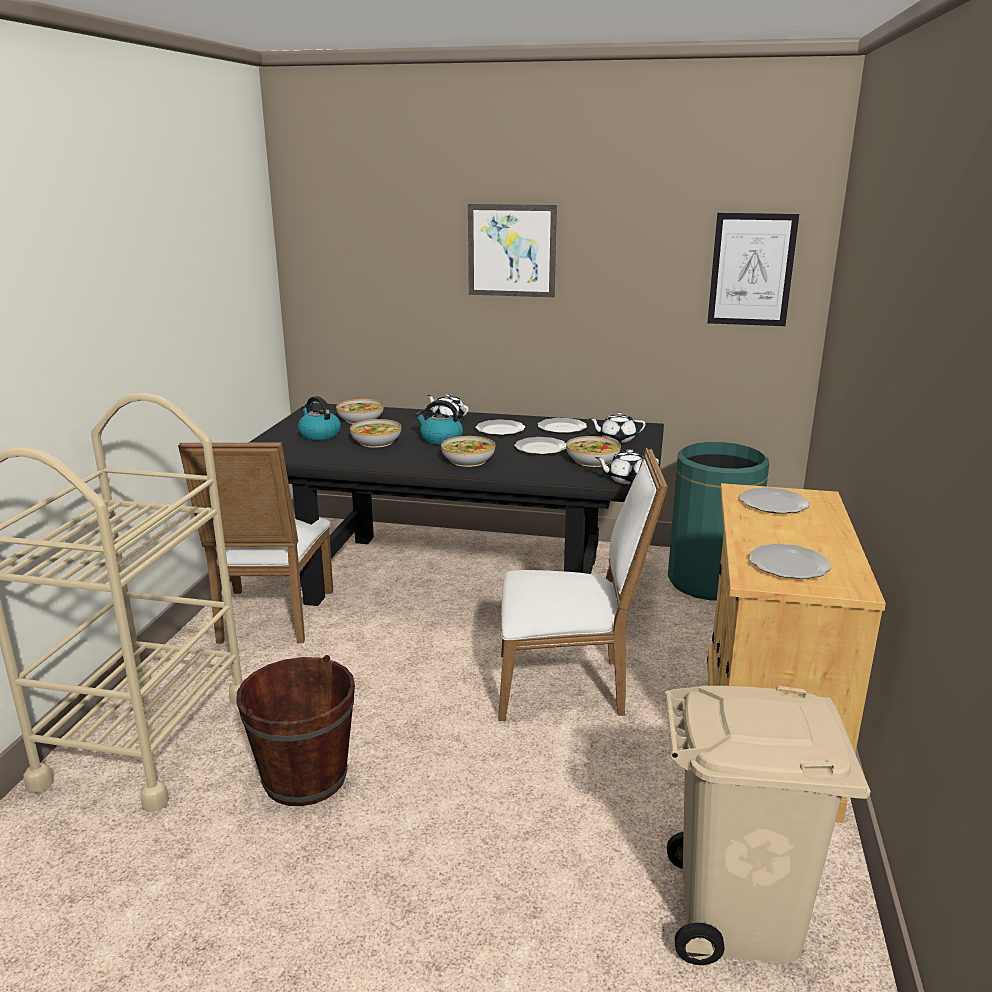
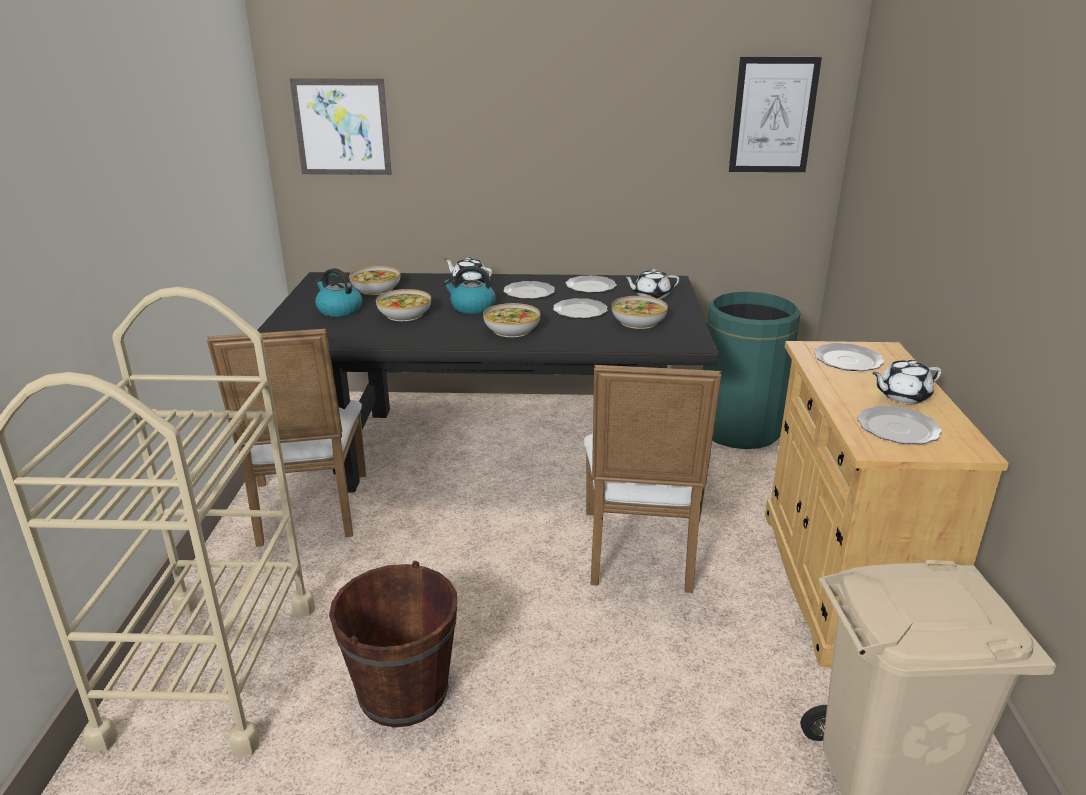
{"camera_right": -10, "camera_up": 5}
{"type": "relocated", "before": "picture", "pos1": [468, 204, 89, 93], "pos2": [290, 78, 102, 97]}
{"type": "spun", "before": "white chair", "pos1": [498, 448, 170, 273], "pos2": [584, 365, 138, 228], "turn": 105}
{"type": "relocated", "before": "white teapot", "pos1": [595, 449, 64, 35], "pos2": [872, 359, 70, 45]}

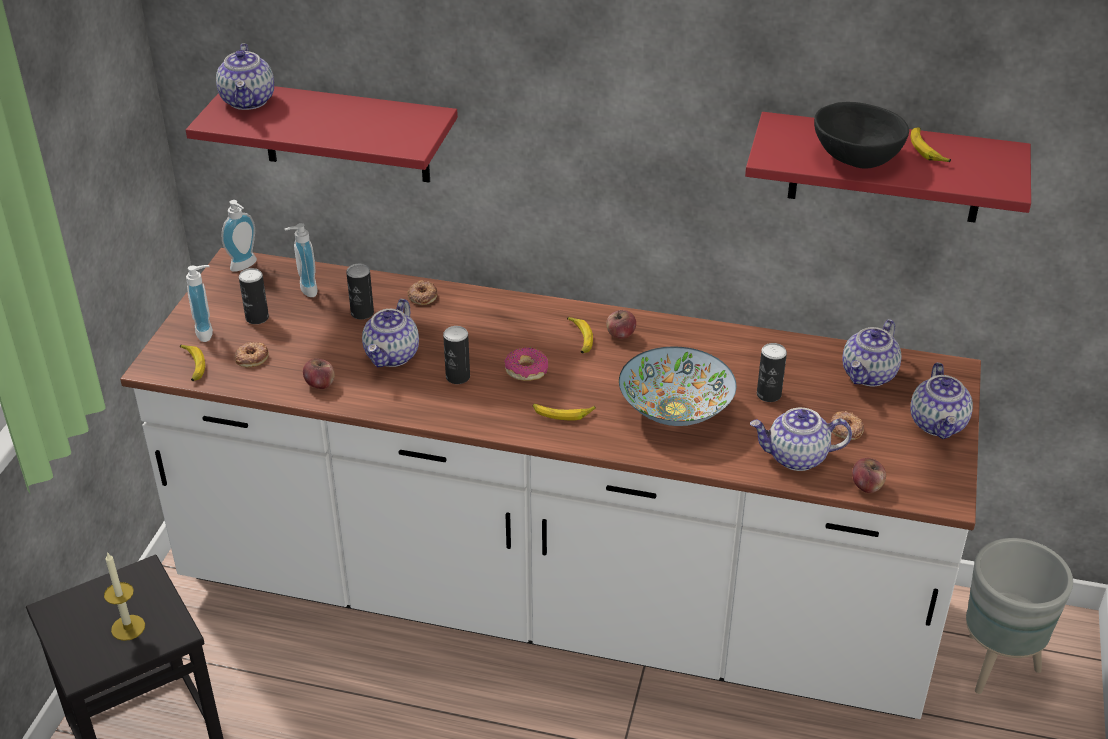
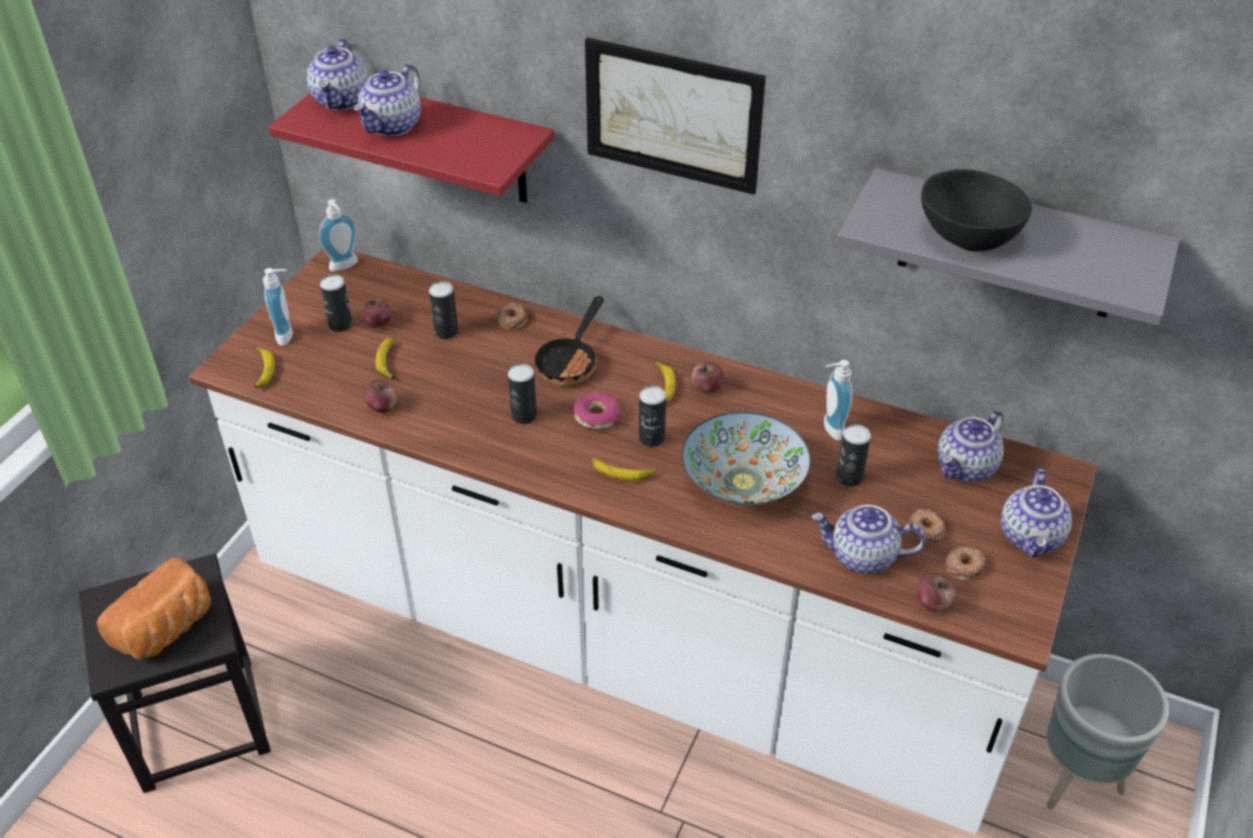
{"camera_right": 10, "camera_up": 5}
{"type": "colour", "before": "red shelf", "after": "grey shelf", "pos1": [745, 112, 286, 111], "pos2": [836, 168, 344, 158]}
{"type": "relocated", "before": "banana", "pos1": [910, 127, 41, 35], "pos2": [375, 337, 21, 42]}
{"type": "relocated", "before": "soap dispenser", "pos1": [285, 223, 33, 74], "pos2": [824, 360, 29, 81]}
{"type": "relocated", "before": "teapot", "pos1": [362, 299, 57, 68], "pos2": [354, 64, 67, 72]}
{"type": "relocated", "before": "donut", "pos1": [234, 342, 35, 26], "pos2": [946, 546, 40, 35]}
{"type": "exchanged", "before": "candle", "after": "bread", "pos1": [104, 552, 41, 89], "pos2": [96, 557, 115, 103]}
{"type": "appeared", "after": "picture", "pos2": [585, 38, 181, 157]}
{"type": "appeared", "after": "frying pan", "pos2": [533, 296, 70, 91]}
{"type": "appeared", "after": "apple", "pos2": [361, 298, 31, 30]}
{"type": "appeared", "after": "can", "pos2": [639, 386, 27, 61]}

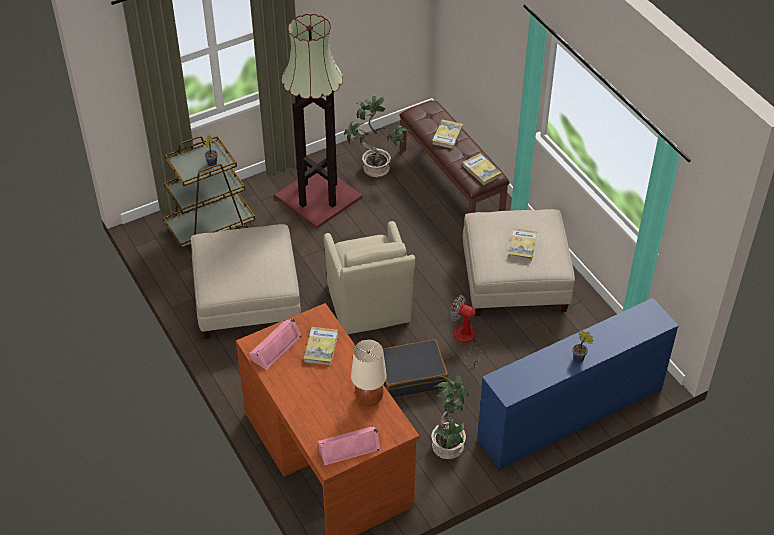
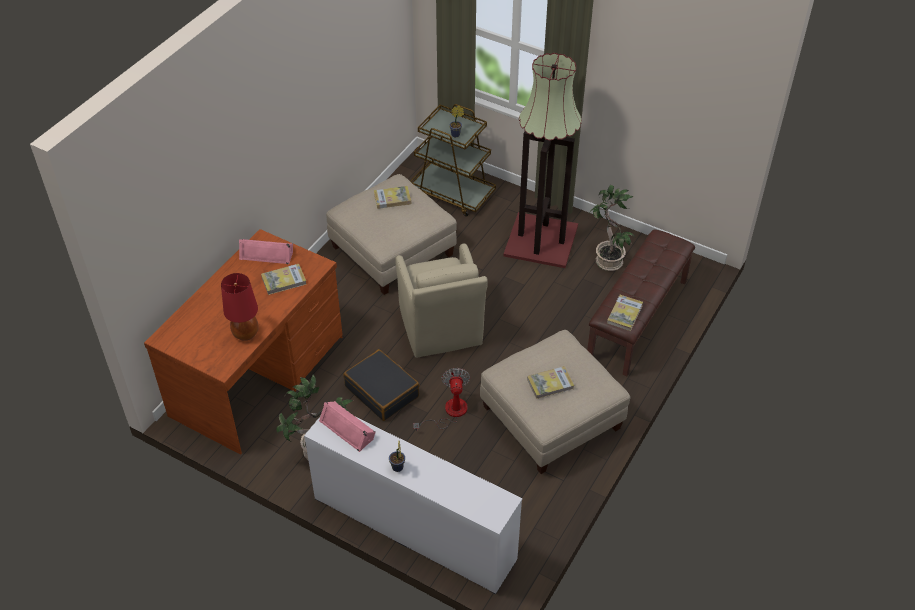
{"camera_right": 60, "camera_up": 0}
{"type": "relocated", "before": "book", "pos1": [432, 120, 31, 29], "pos2": [374, 186, 37, 23]}
{"type": "spun", "before": "beige armchair", "pos1": [324, 221, 91, 113], "pos2": [395, 244, 93, 114], "turn": -60}
{"type": "colour", "before": "blue dresser", "after": "white dresser", "pos1": [477, 298, 202, 172], "pos2": [304, 417, 219, 177]}
{"type": "colour", "before": "beige table lamp", "after": "red table lamp", "pos1": [351, 339, 36, 68], "pos2": [221, 273, 38, 68]}
{"type": "relocated", "before": "pink speaker", "pos1": [317, 426, 64, 39], "pos2": [319, 401, 57, 51]}

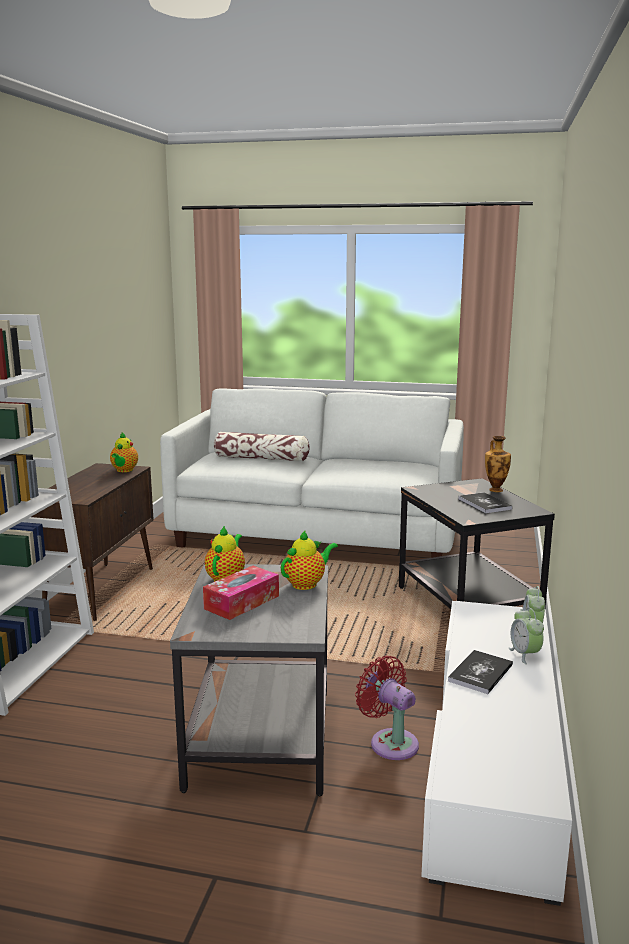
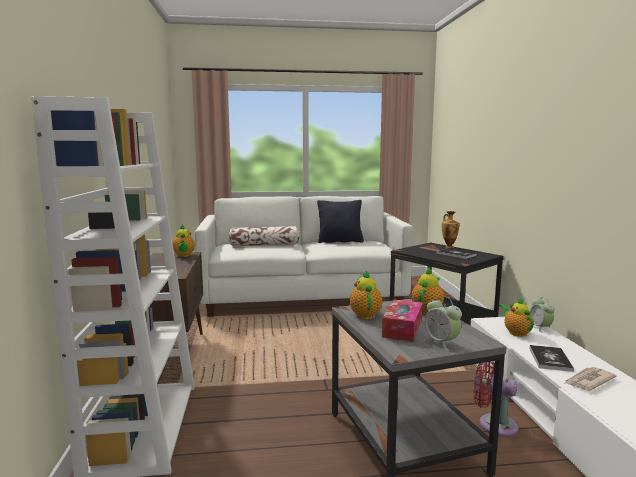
{"camera_right": -20, "camera_up": -5}
{"type": "relocated", "before": "alarm clock", "pos1": [509, 608, 35, 56], "pos2": [424, 296, 38, 55]}
{"type": "appeared", "after": "black pillow", "pos2": [317, 200, 47, 43]}
{"type": "appeared", "after": "teapot", "pos2": [499, 297, 35, 40]}
{"type": "appeared", "after": "newspaper", "pos2": [564, 367, 53, 24]}

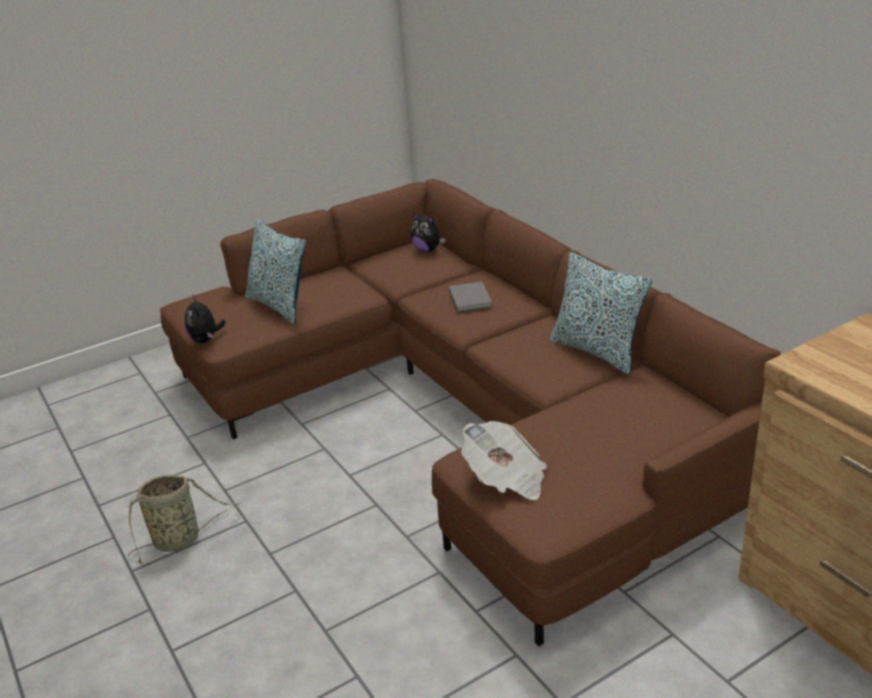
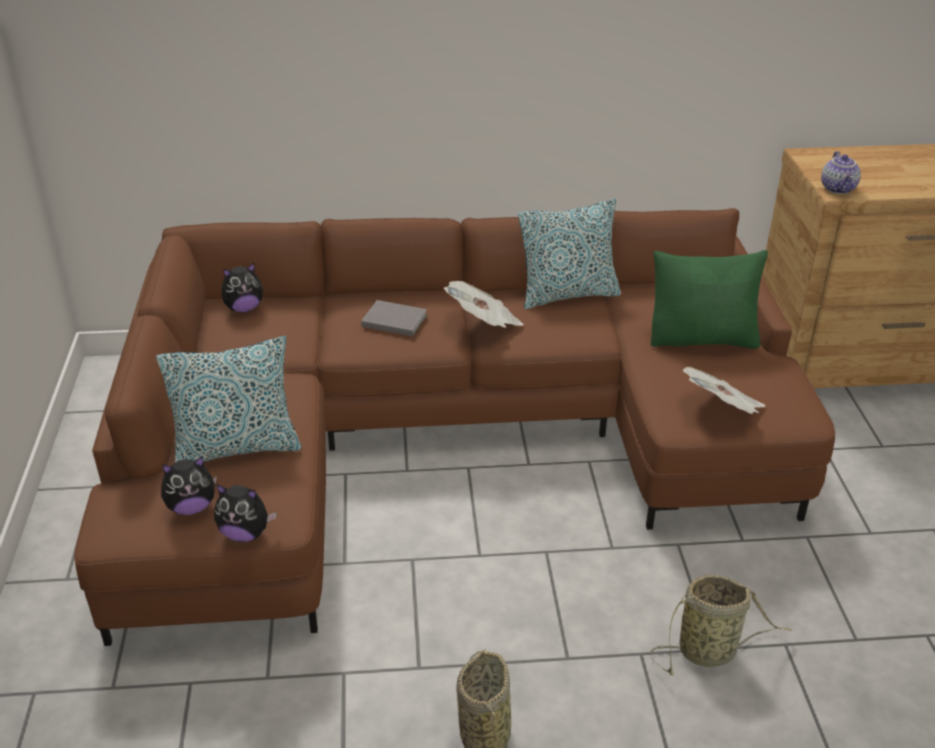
{"camera_right": -65, "camera_up": 5}
{"type": "appeared", "after": "teapot", "pos2": [821, 151, 40, 43]}
{"type": "appeared", "after": "green pillow", "pos2": [651, 250, 117, 99]}
{"type": "appeared", "after": "newspaper", "pos2": [444, 281, 80, 47]}
{"type": "appeared", "after": "plush toy", "pos2": [161, 456, 56, 59]}
{"type": "appeared", "after": "basket", "pos2": [650, 574, 142, 103]}

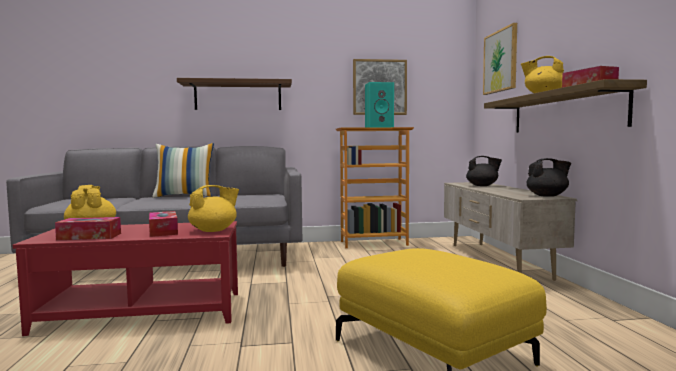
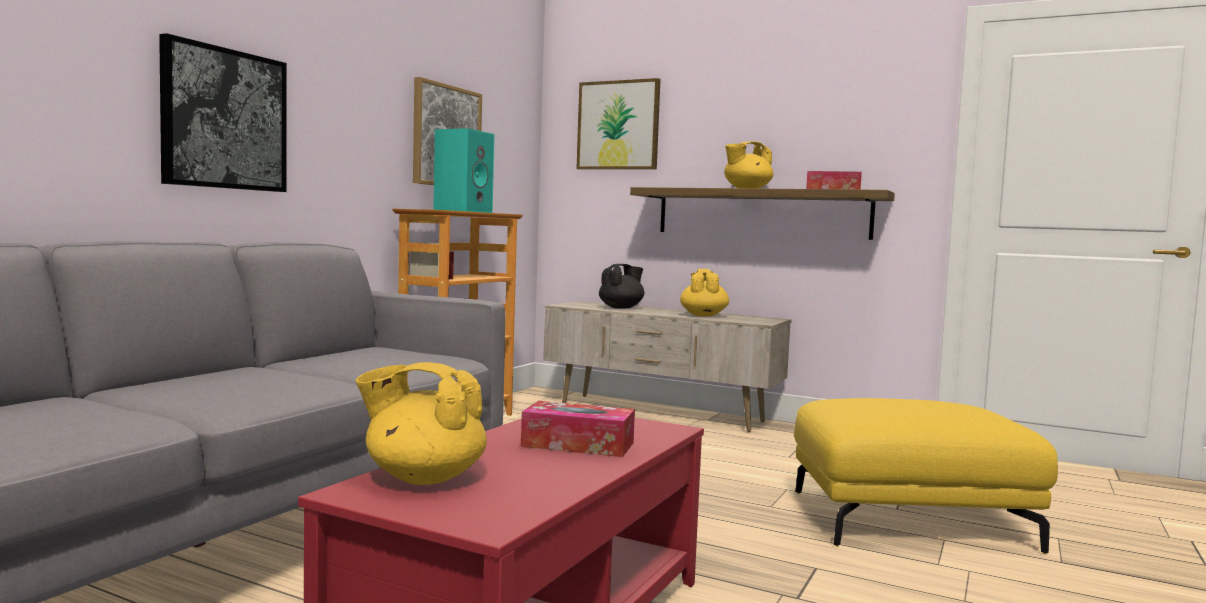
{"camera_right": -55, "camera_up": 0}
{"type": "exchanged", "before": "brown shelf", "after": "picture", "pos1": [177, 78, 115, 32], "pos2": [159, 33, 128, 159]}
{"type": "missing", "before": "pillow", "pos1": [152, 143, 62, 55]}
{"type": "missing", "before": "black teapot", "pos1": [526, 158, 45, 39]}
{"type": "relocated", "before": "yellow teapot", "pos1": [188, 185, 51, 47], "pos2": [680, 269, 49, 47]}
{"type": "missing", "before": "tissue box", "pos1": [55, 217, 66, 23]}

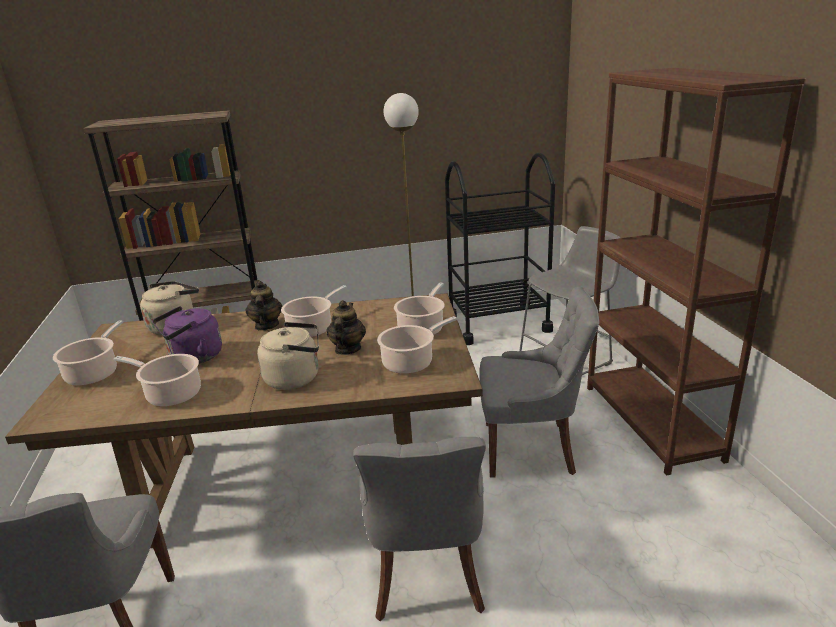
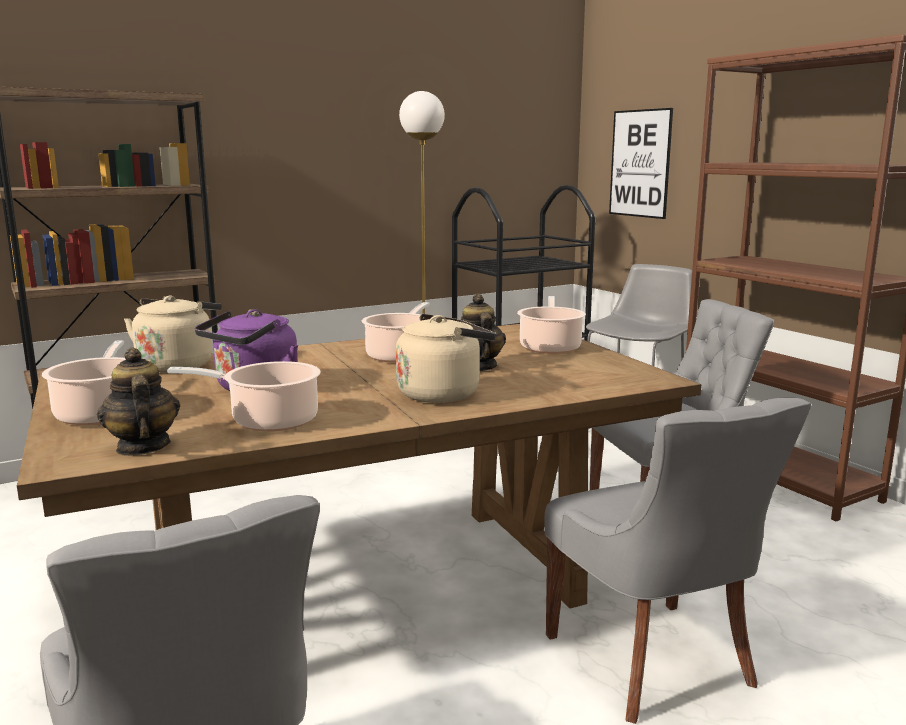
{"camera_right": -20, "camera_up": -10}
{"type": "relocated", "before": "teapot", "pos1": [245, 281, 37, 50], "pos2": [97, 347, 83, 109]}
{"type": "missing", "before": "cooking pot", "pos1": [377, 316, 80, 58]}
{"type": "appeared", "after": "picture", "pos2": [609, 108, 64, 111]}

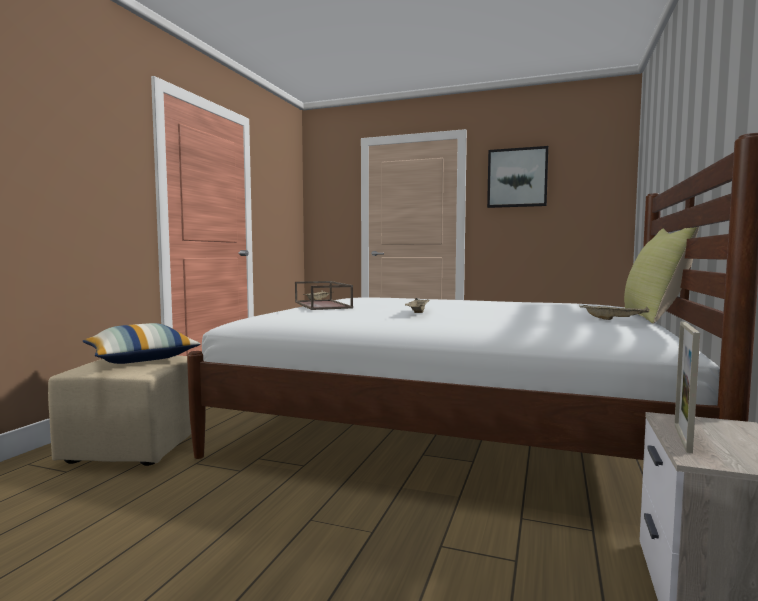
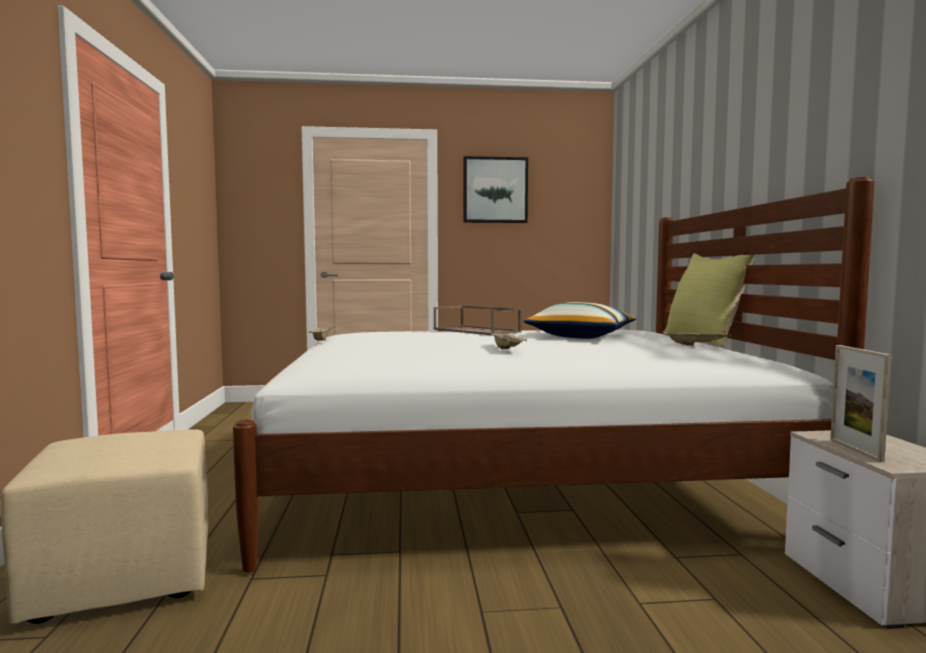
{"camera_right": -25, "camera_up": 0}
{"type": "relocated", "before": "brown tray", "pos1": [295, 281, 58, 29], "pos2": [434, 306, 88, 30]}
{"type": "relocated", "before": "pillow", "pos1": [82, 323, 118, 41], "pos2": [524, 302, 112, 37]}

